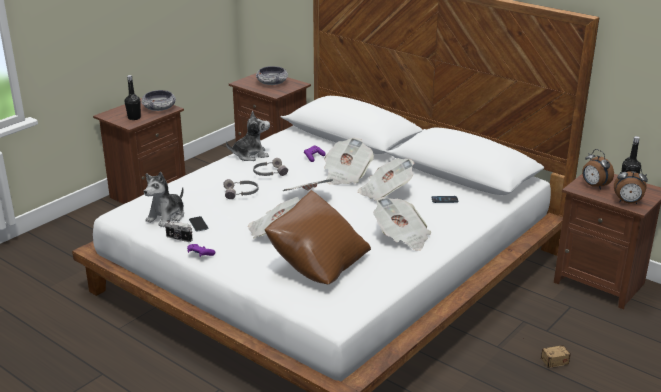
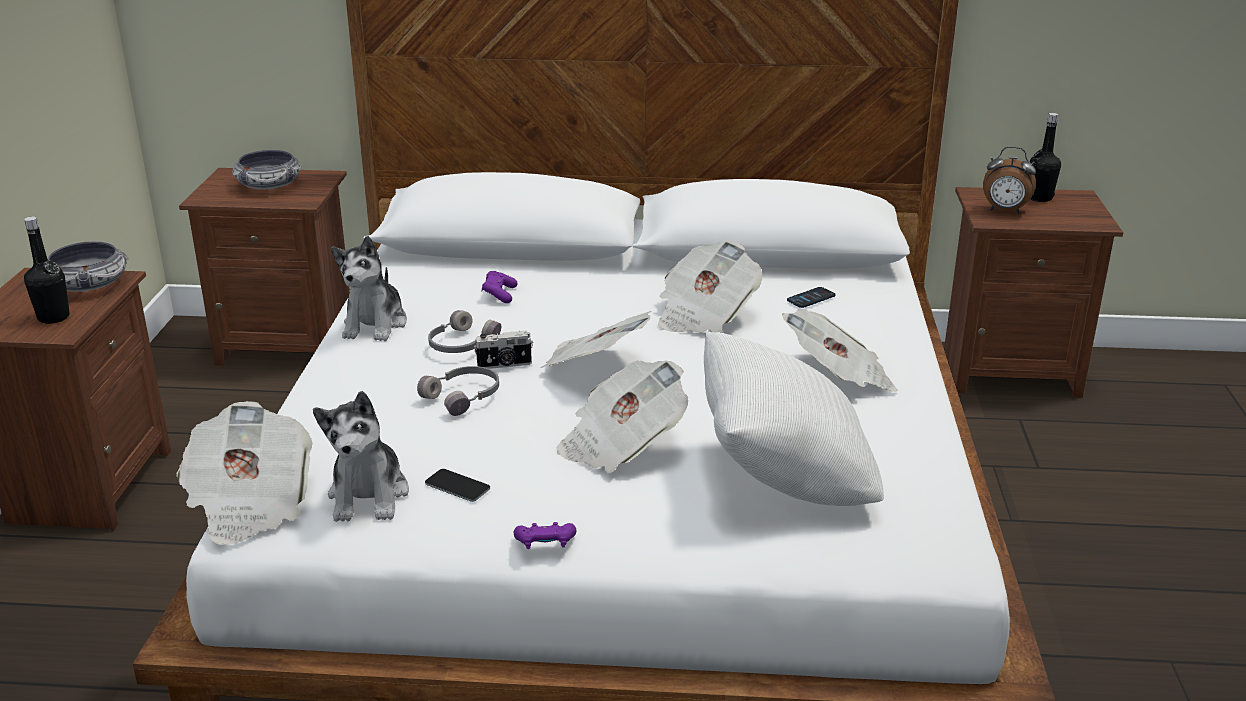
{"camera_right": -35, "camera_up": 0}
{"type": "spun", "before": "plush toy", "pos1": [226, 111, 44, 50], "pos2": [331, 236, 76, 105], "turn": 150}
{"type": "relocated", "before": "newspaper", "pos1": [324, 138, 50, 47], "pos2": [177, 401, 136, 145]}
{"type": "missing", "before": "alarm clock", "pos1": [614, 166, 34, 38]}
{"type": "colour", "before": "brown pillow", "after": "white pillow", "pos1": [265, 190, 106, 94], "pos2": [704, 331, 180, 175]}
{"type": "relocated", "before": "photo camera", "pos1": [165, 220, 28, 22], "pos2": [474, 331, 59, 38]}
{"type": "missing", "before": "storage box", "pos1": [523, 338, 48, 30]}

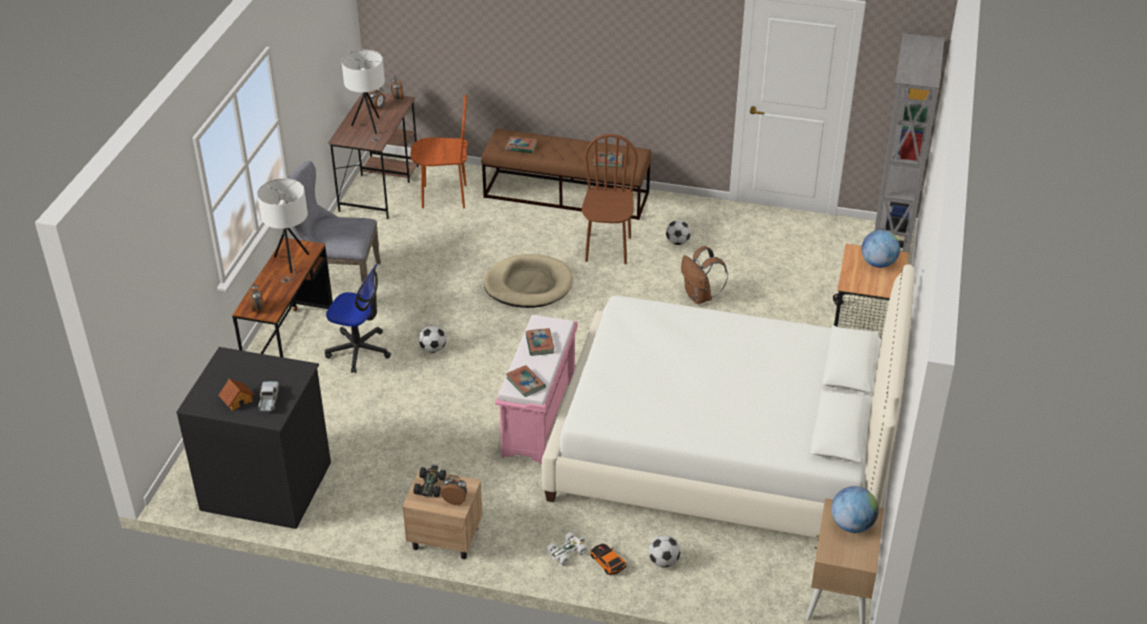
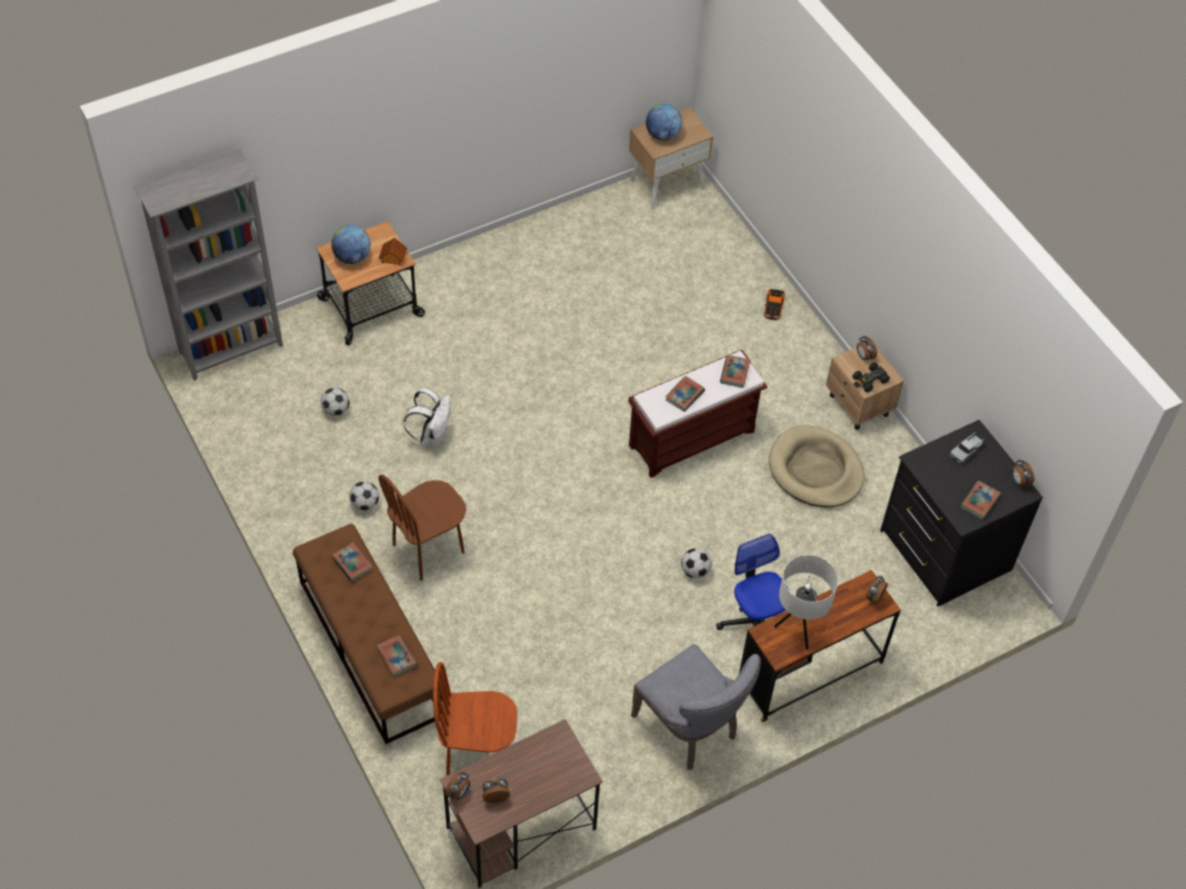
{"camera_right": -135, "camera_up": 15}
{"type": "missing", "before": "white table lamp", "pos1": [341, 50, 44, 92]}
{"type": "spun", "before": "brown chair", "pos1": [410, 95, 58, 114], "pos2": [433, 662, 84, 114], "turn": -45}
{"type": "colour", "before": "brown backpack", "after": "white backpack", "pos1": [681, 246, 47, 58], "pos2": [403, 387, 48, 62]}
{"type": "relocated", "before": "beige dog bed", "pos1": [484, 254, 89, 54], "pos2": [769, 425, 96, 82]}
{"type": "missing", "before": "white bed", "pos1": [542, 264, 372, 275]}
{"type": "colour", "before": "pink bench", "after": "brown bench", "pos1": [495, 315, 83, 150], "pos2": [628, 350, 139, 128]}
{"type": "relocated", "before": "toy house", "pos1": [218, 379, 36, 32], "pos2": [379, 238, 28, 28]}
{"type": "missing", "before": "white toy car", "pos1": [547, 532, 40, 34]}
{"type": "relocated", "before": "football", "pos1": [648, 535, 32, 33], "pos2": [321, 388, 29, 28]}
{"type": "appeared", "after": "alarm clock", "pos2": [1012, 459, 22, 27]}
{"type": "appeared", "after": "book", "pos2": [960, 481, 41, 39]}

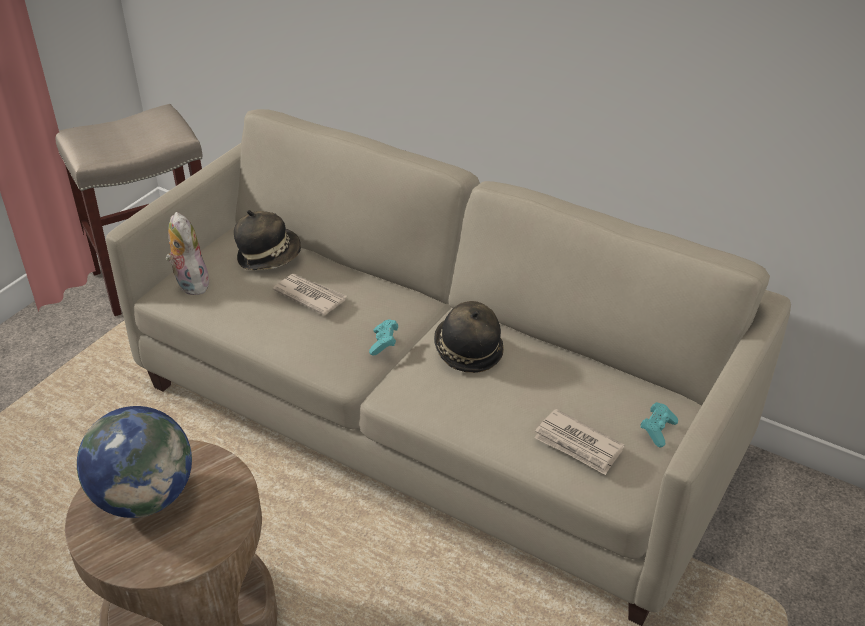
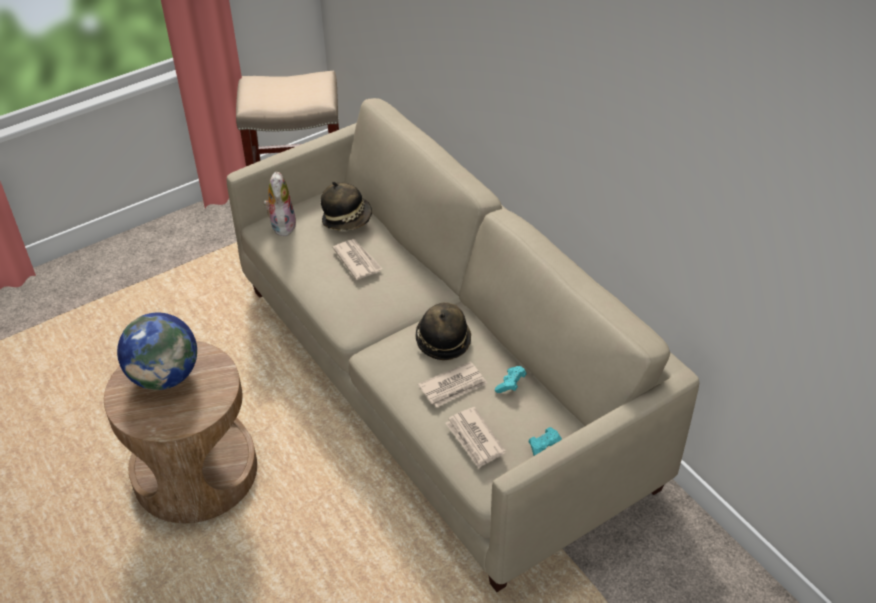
{"camera_right": 25, "camera_up": 5}
{"type": "relocated", "before": "turquoise game controller", "pos1": [369, 319, 29, 37], "pos2": [495, 366, 32, 27]}
{"type": "appeared", "after": "newspaper", "pos2": [418, 361, 70, 46]}

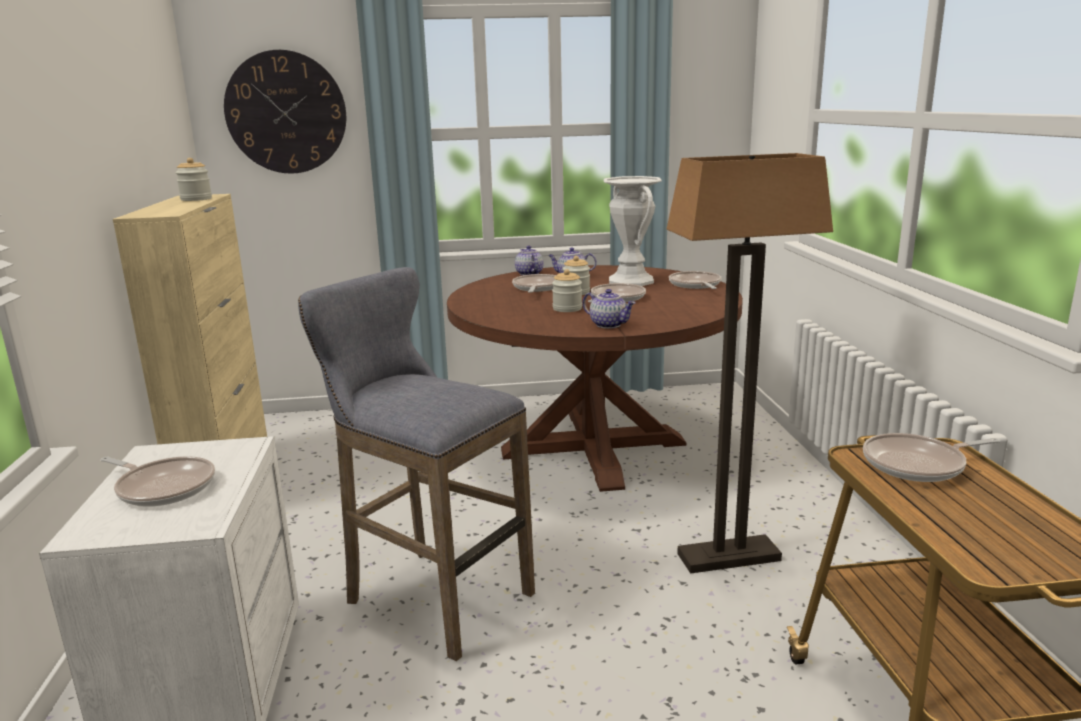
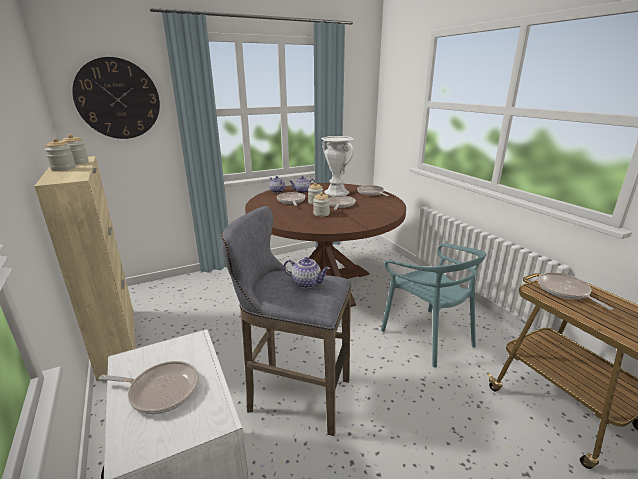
{"camera_right": -20, "camera_up": 5}
{"type": "exchanged", "before": "floor lamp", "after": "turquoise chair", "pos1": [667, 153, 166, 420], "pos2": [381, 244, 106, 123]}
{"type": "relocated", "before": "teapot", "pos1": [583, 289, 53, 40], "pos2": [284, 257, 46, 31]}
{"type": "spun", "before": "frying pan", "pos1": [863, 433, 137, 49], "pos2": [538, 272, 75, 38], "turn": 105}
{"type": "appeared", "after": "jar", "pos2": [45, 138, 31, 33]}

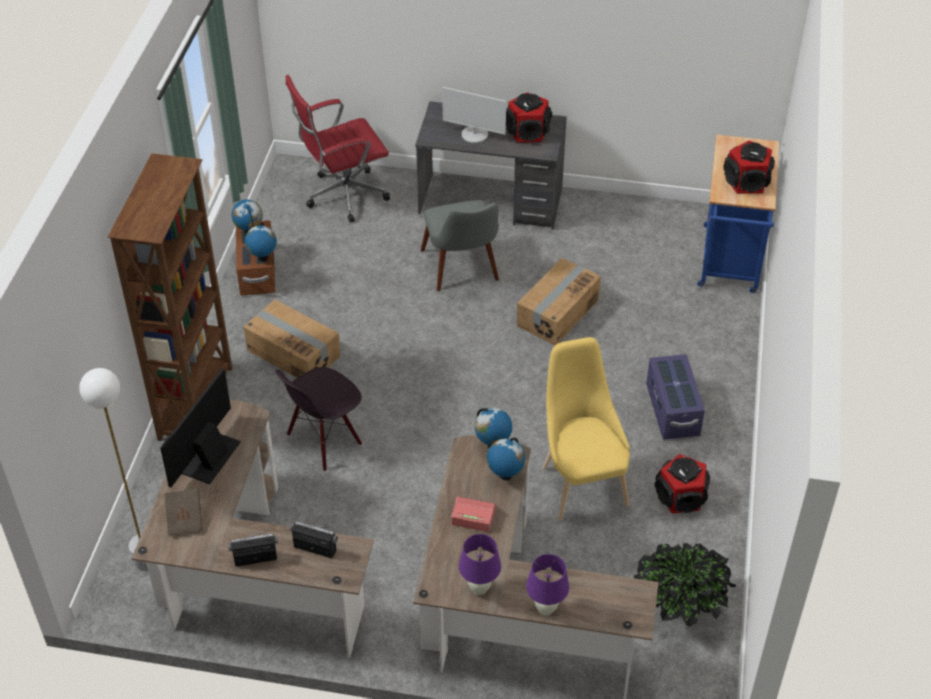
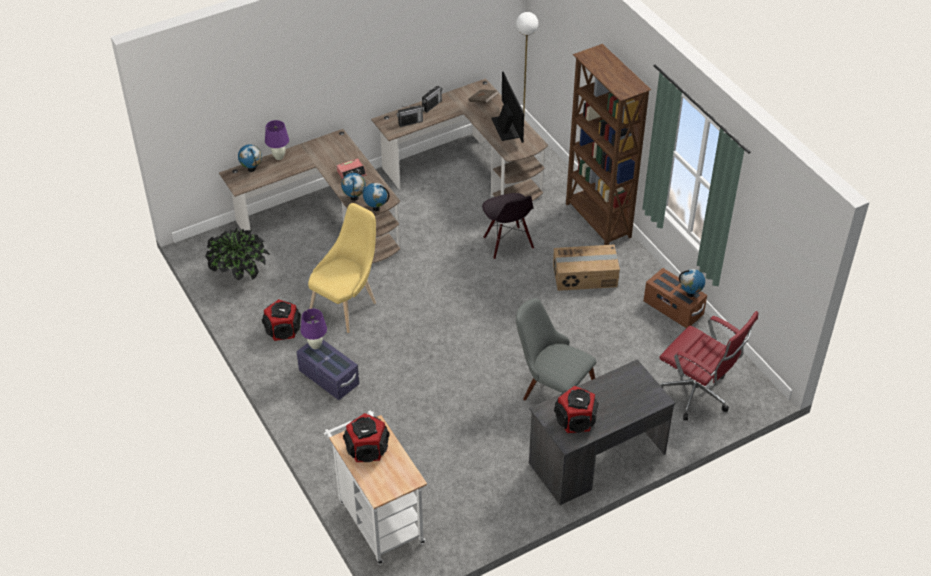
{"camera_right": 140, "camera_up": 0}
{"type": "spun", "before": "red office chair", "pos1": [286, 75, 104, 147], "pos2": [659, 311, 99, 110], "turn": 105}
{"type": "missing", "before": "monitor", "pos1": [442, 87, 64, 56]}
{"type": "colour", "before": "blue cart", "after": "white cart", "pos1": [697, 134, 82, 159], "pos2": [324, 411, 103, 154]}
{"type": "relocated", "before": "globe", "pos1": [245, 223, 32, 38], "pos2": [238, 144, 24, 28]}
{"type": "missing", "before": "cardboard box", "pos1": [517, 258, 84, 87]}
{"type": "spun", "before": "yellow chair", "pos1": [543, 337, 87, 184], "pos2": [308, 203, 68, 130], "turn": -90}
{"type": "spun", "before": "black chair", "pos1": [275, 367, 87, 105], "pos2": [482, 193, 52, 66], "turn": 150}
{"type": "relocated", "before": "purple table lamp", "pos1": [459, 534, 42, 61], "pos2": [300, 309, 27, 40]}

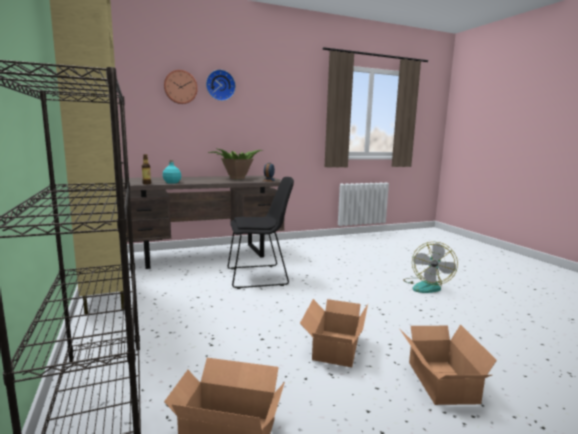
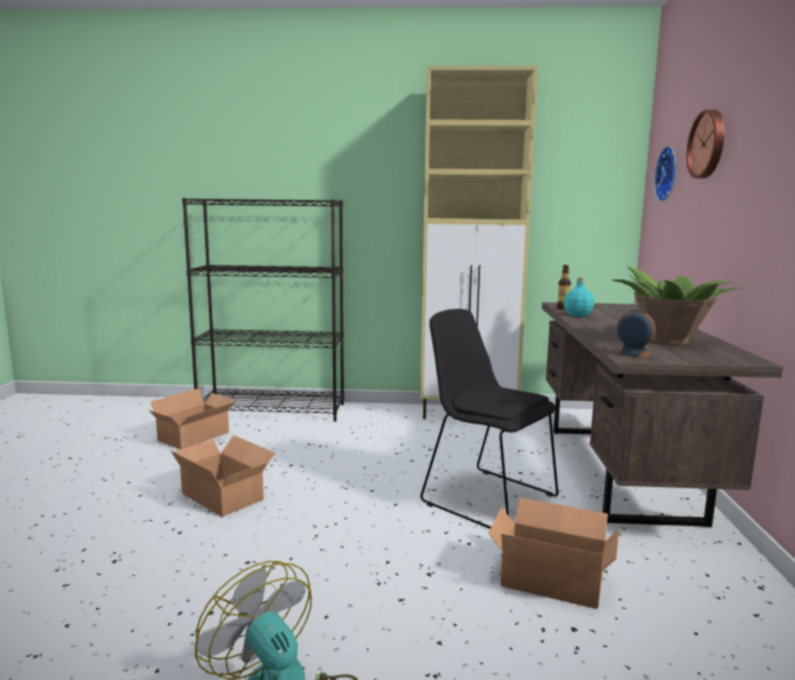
{"camera_right": 115, "camera_up": 0}
{"type": "relocated", "before": "wall clock", "pos1": [206, 69, 30, 32], "pos2": [654, 146, 23, 56]}
{"type": "spun", "before": "black chair", "pos1": [228, 177, 66, 112], "pos2": [420, 309, 138, 220], "turn": 120}
{"type": "relocated", "before": "cardboard box", "pos1": [399, 324, 98, 81], "pos2": [488, 498, 131, 111]}

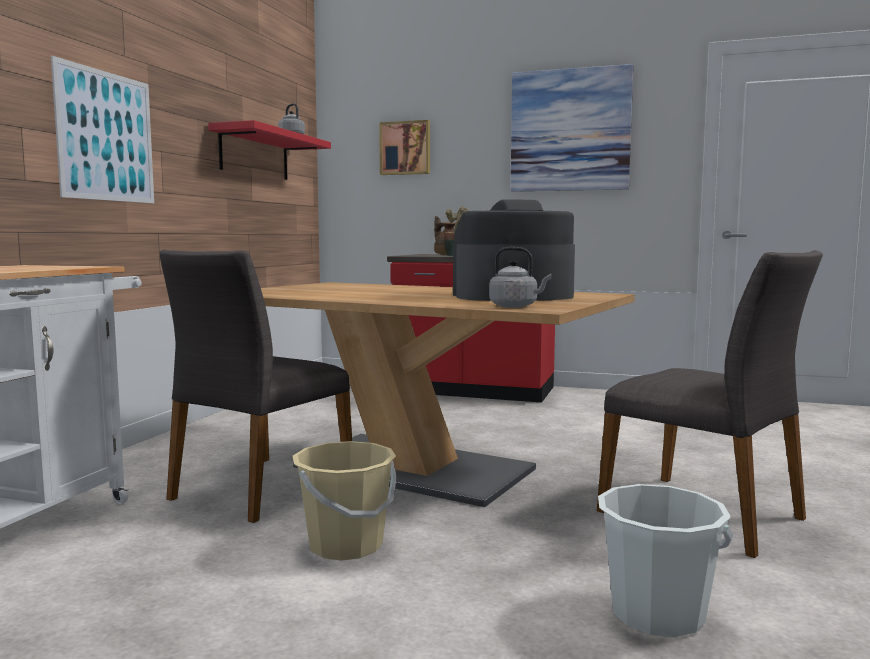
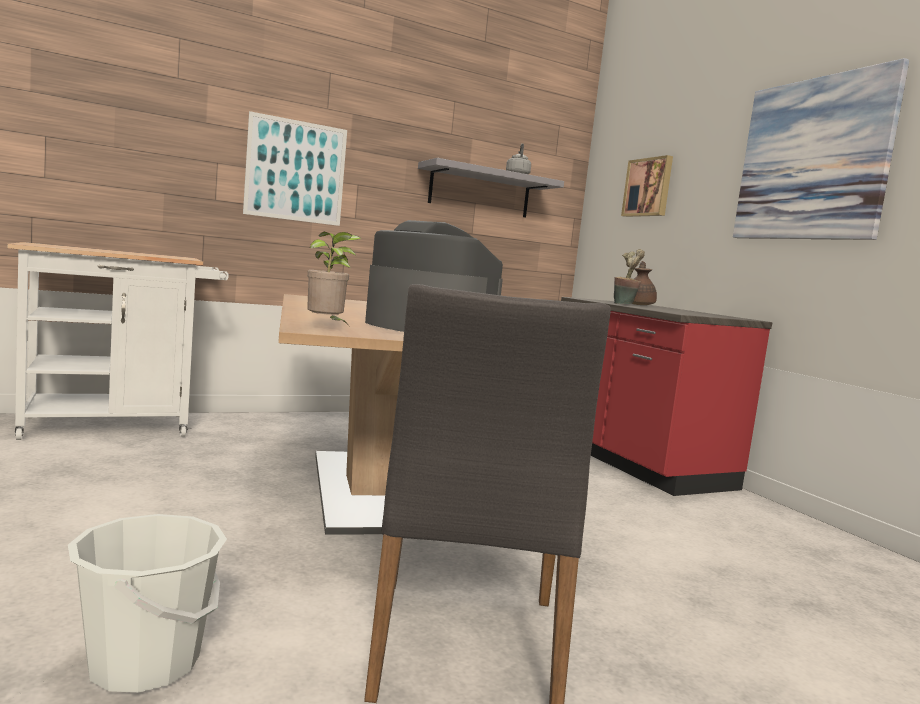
{"camera_right": 45, "camera_up": 0}
{"type": "colour", "before": "red shelf", "after": "grey shelf", "pos1": [208, 120, 123, 60], "pos2": [418, 158, 146, 60]}
{"type": "exchanged", "before": "grey kettle", "after": "potted plant", "pos1": [489, 247, 63, 61], "pos2": [307, 232, 54, 94]}
{"type": "missing", "before": "grey chair", "pos1": [160, 250, 192, 273]}
{"type": "missing", "before": "beige bucket", "pos1": [293, 441, 104, 120]}

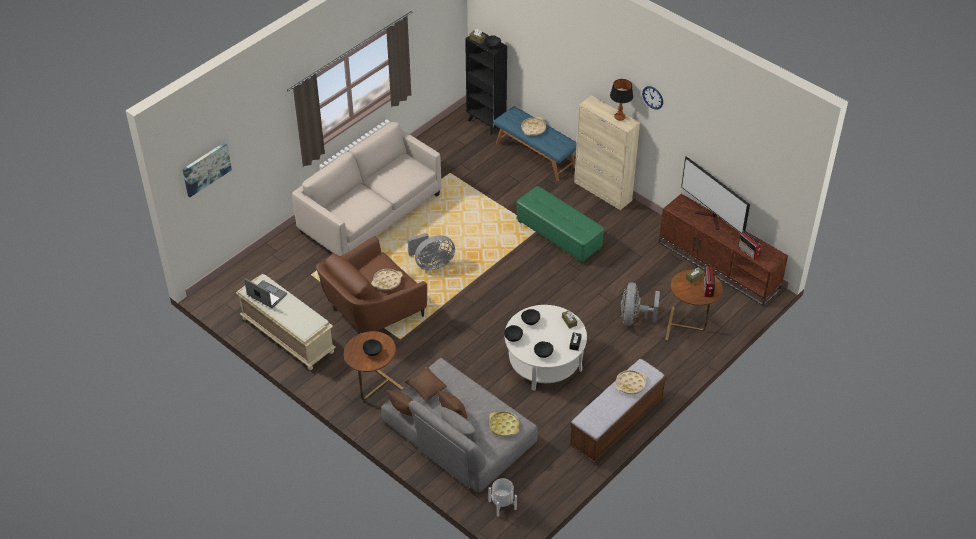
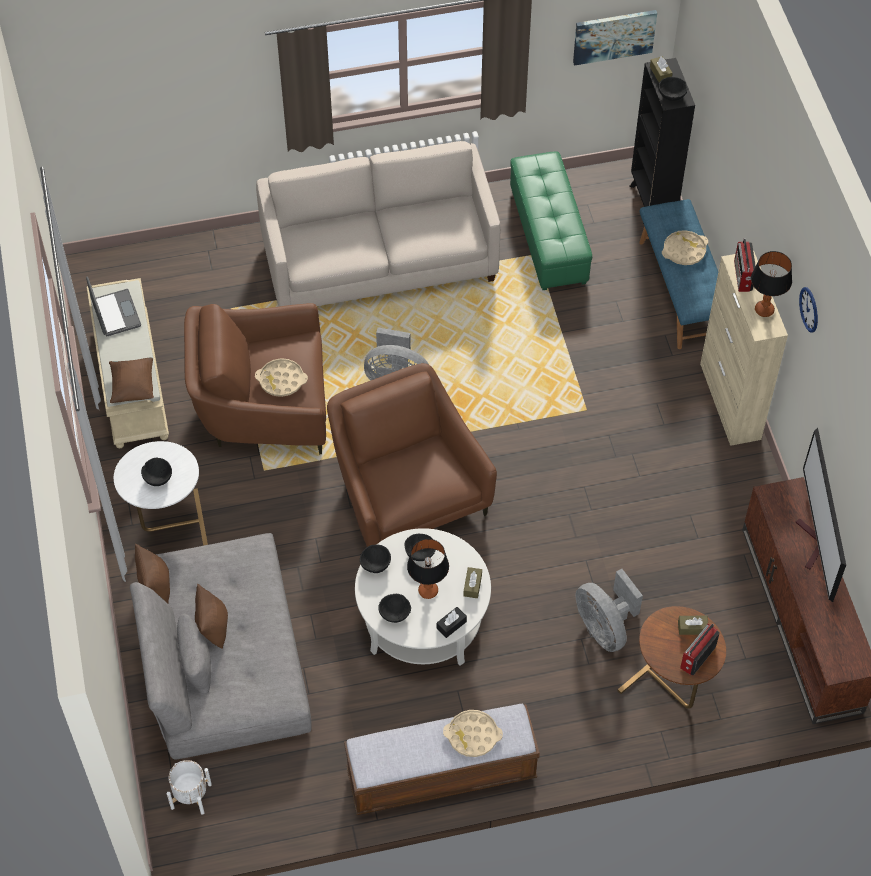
{"camera_right": 35, "camera_up": 10}
{"type": "relocated", "before": "picture", "pos1": [182, 142, 50, 55], "pos2": [573, 10, 84, 56]}
{"type": "relocated", "before": "green ottoman", "pos1": [516, 186, 88, 78], "pos2": [510, 151, 82, 139]}
{"type": "relocated", "before": "radio", "pos1": [738, 230, 24, 30], "pos2": [734, 238, 22, 54]}
{"type": "spun", "before": "grey fan", "pos1": [621, 283, 39, 43], "pos2": [576, 569, 67, 83], "turn": -75}
{"type": "colour", "before": "brown side table", "after": "white side table", "pos1": [344, 331, 59, 69], "pos2": [114, 441, 94, 105]}
{"type": "relocated", "before": "brown pillow", "pos1": [405, 367, 42, 35], "pos2": [109, 357, 45, 46]}
{"type": "missing", "before": "yellow tray", "pos1": [489, 411, 30, 25]}
{"type": "appeared", "after": "brown armchair", "pos2": [327, 363, 170, 184]}
{"type": "appeared", "after": "table lamp", "pos2": [407, 539, 42, 60]}

